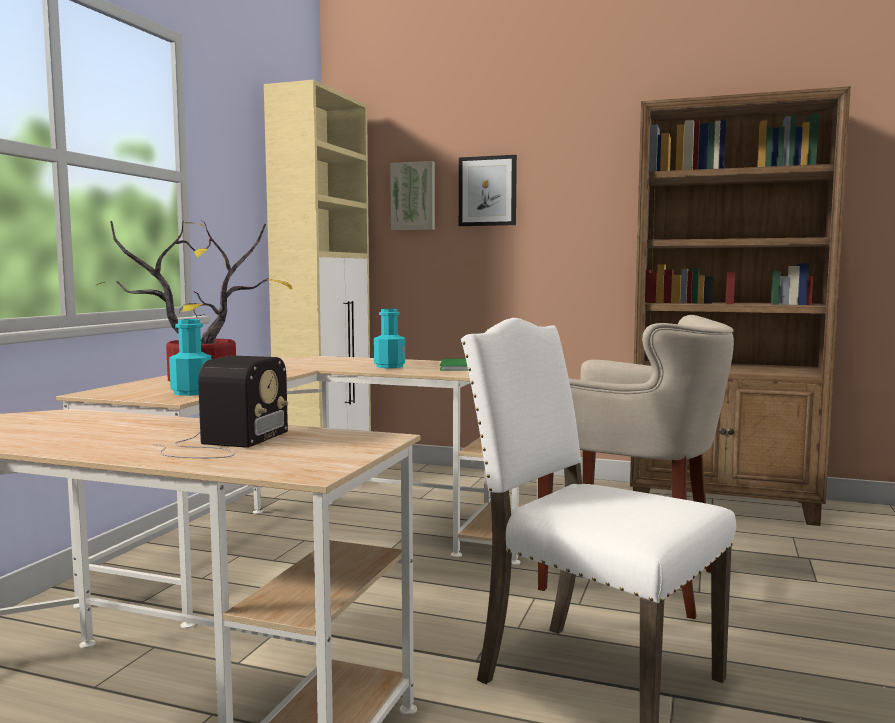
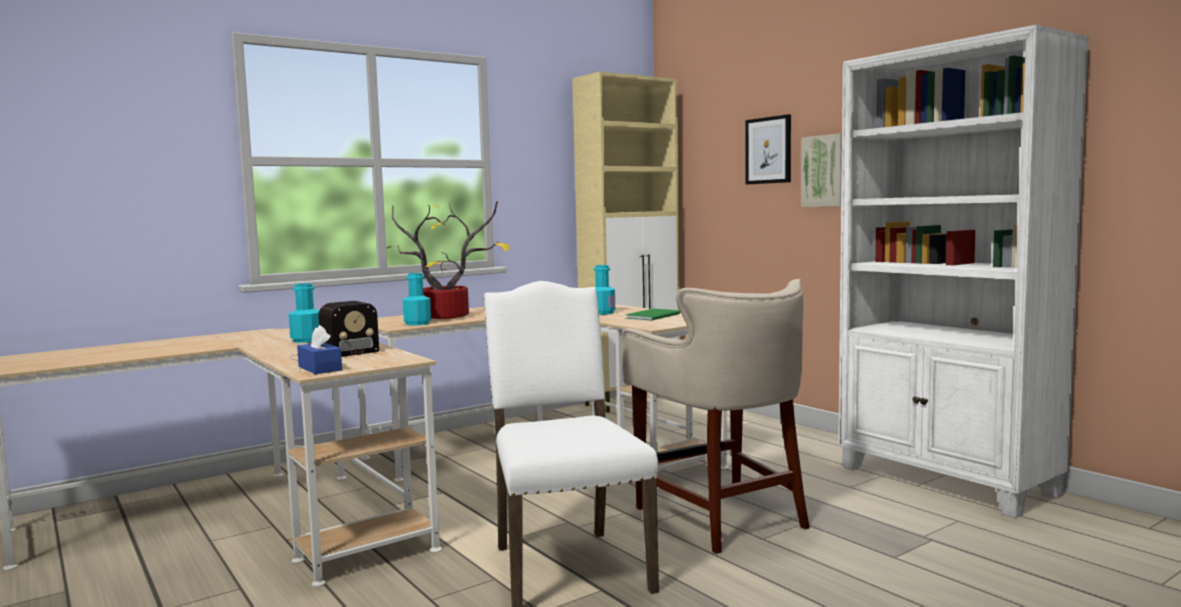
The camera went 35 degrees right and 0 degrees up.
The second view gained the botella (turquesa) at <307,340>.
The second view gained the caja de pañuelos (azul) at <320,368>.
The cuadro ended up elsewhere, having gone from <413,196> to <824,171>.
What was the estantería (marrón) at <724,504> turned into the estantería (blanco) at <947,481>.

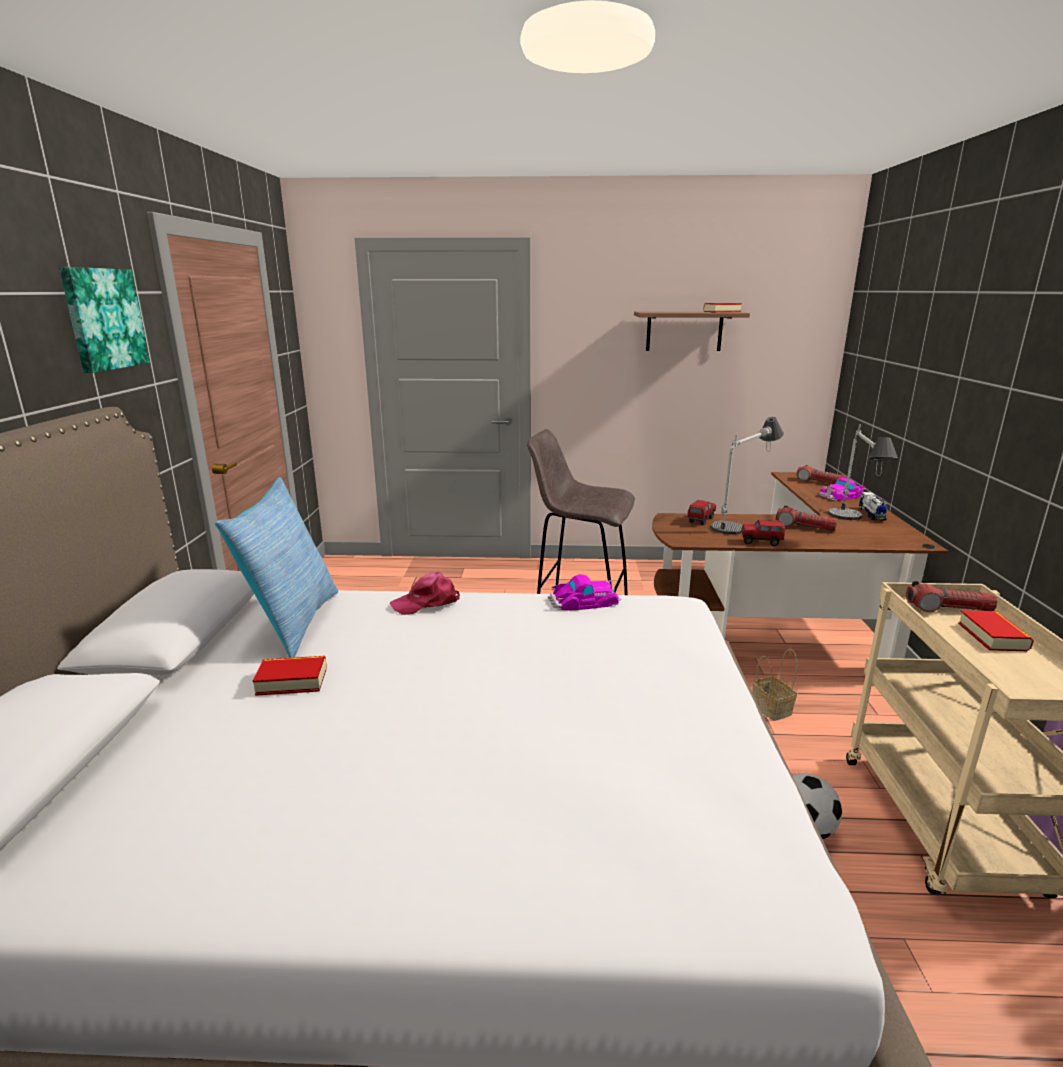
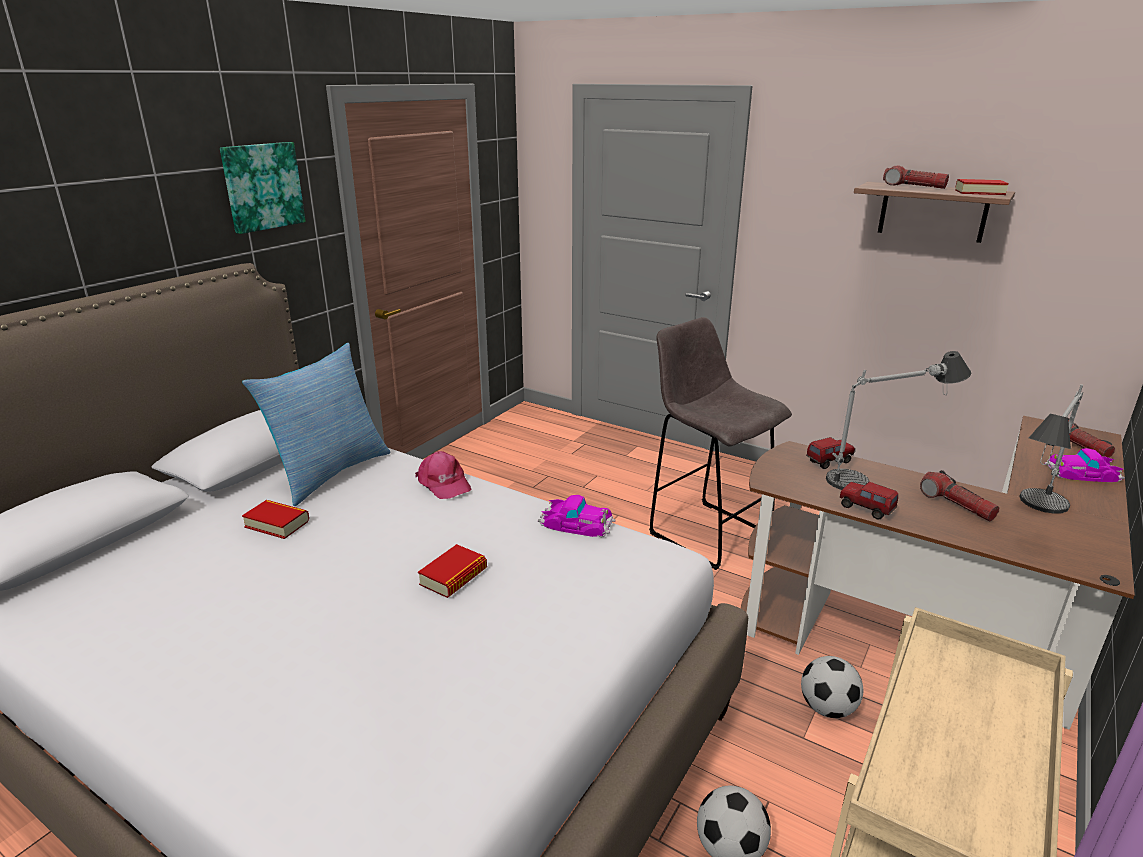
The camera went 30 degrees right and 5 degrees up.
The gorra (rosa) at <427,602> ended up facing another way, 135 degrees counterclockwise from before.
The libro ended up elsewhere, having gone from <992,636> to <453,577>.
Where the cesta stood at <770,708>, the balón de fútbol came to stand at <827,708>.
The linterna ended up elsewhere, having gone from <948,609> to <913,187>.
The second view lost the camión de juguete at <871,514>.

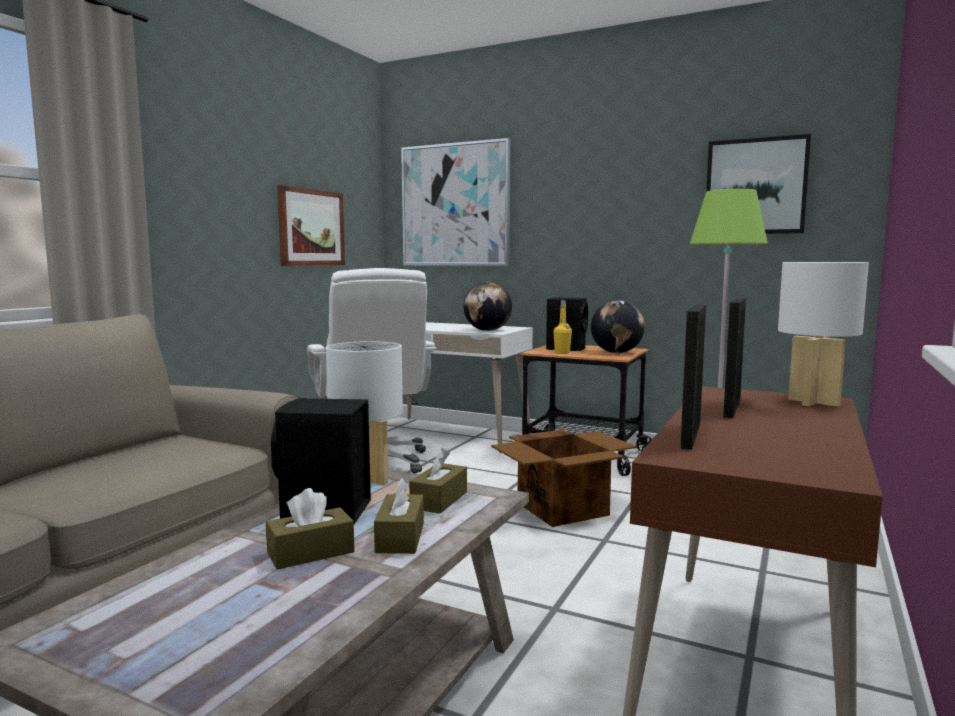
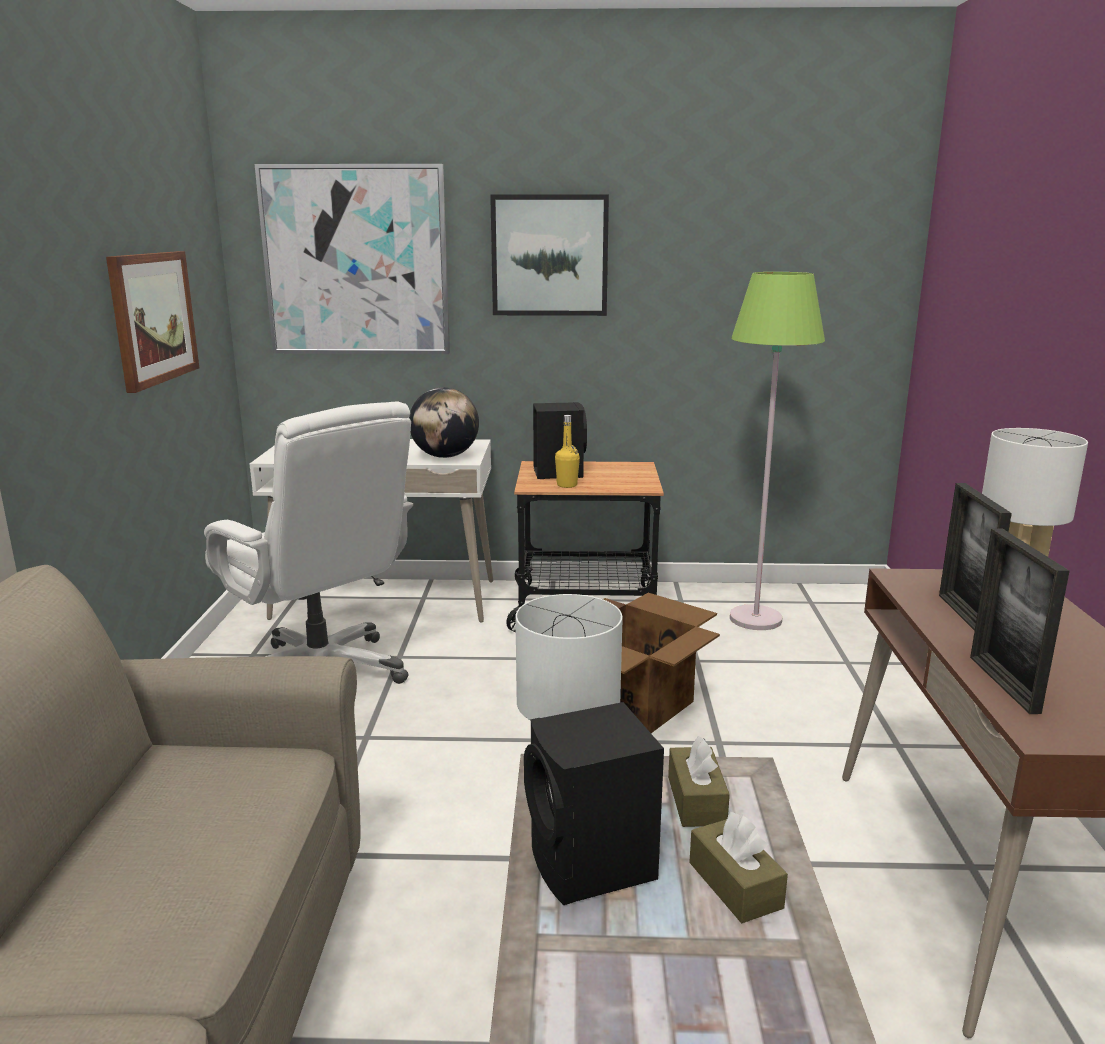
The camera went 25 degrees left and 10 degrees up.
The cuadro ended up elsewhere, having gone from <755,187> to <549,255>.
The second view lost the caja de pañuelos (marrón) at <311,553>.
The second view lost the globo terráqueo at <616,352>.

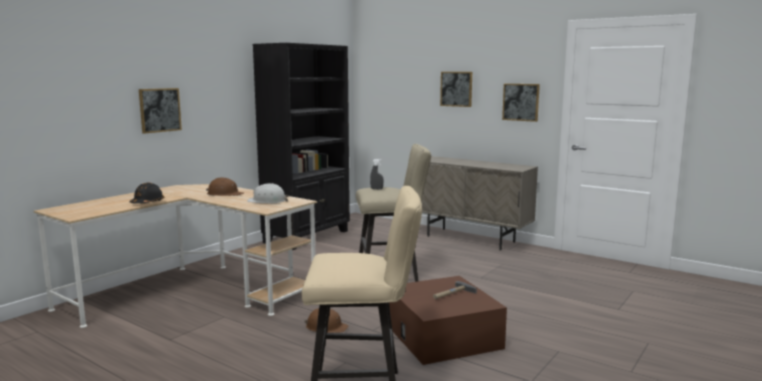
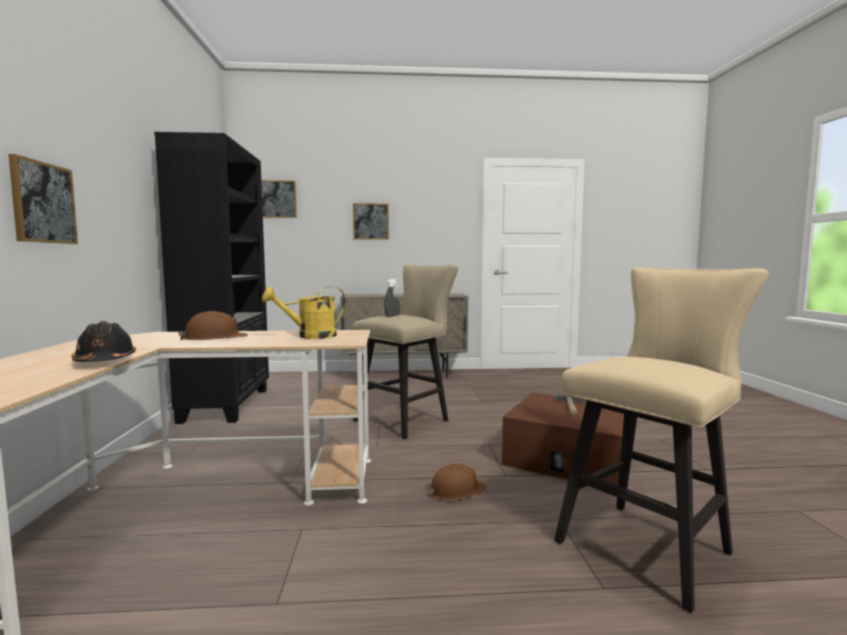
The camera went 40 degrees left and 5 degrees down.
The cuadro ended up elsewhere, having gone from <521,102> to <277,199>.
Where the casco (blanco) stood at <267,201>, the regadera (amarillo) came to stand at <310,336>.

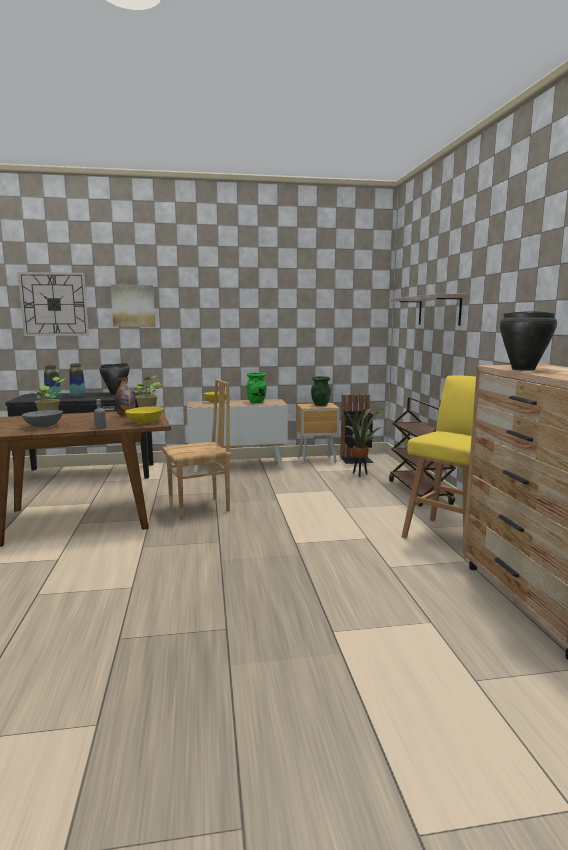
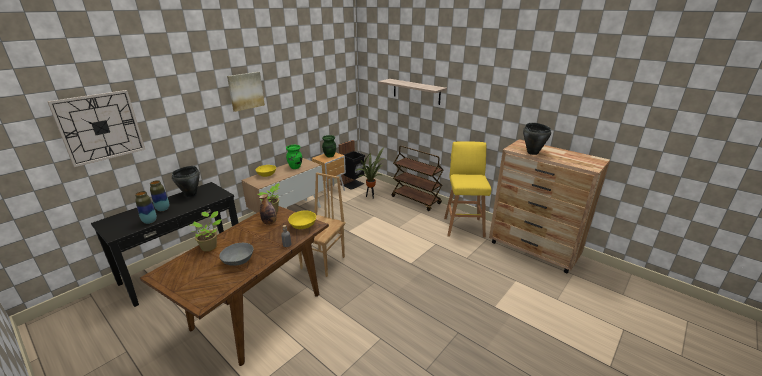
The camera went 40 degrees left and 15 degrees up.
The cuadro ended up elsewhere, having gone from <133,306> to <245,91>.

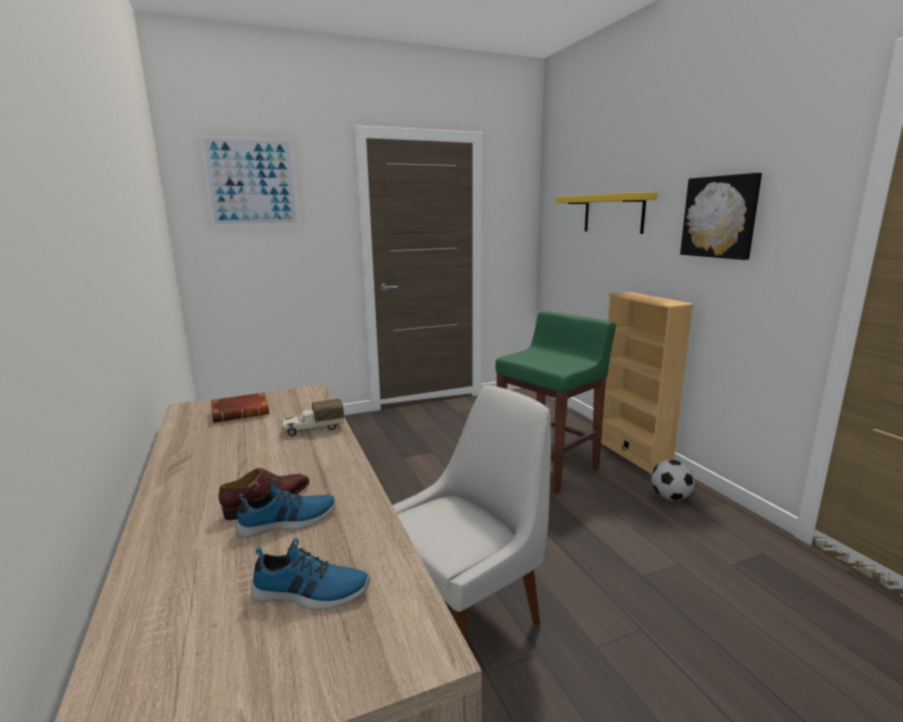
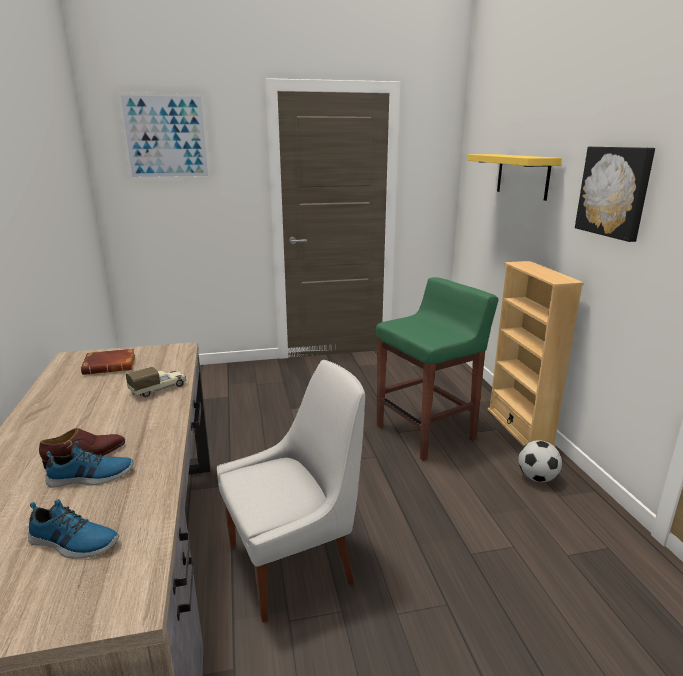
The camera went 10 degrees right and 5 degrees up.
The camión de juguete at <312,429> ended up facing another way, 150 degrees clockwise from before.

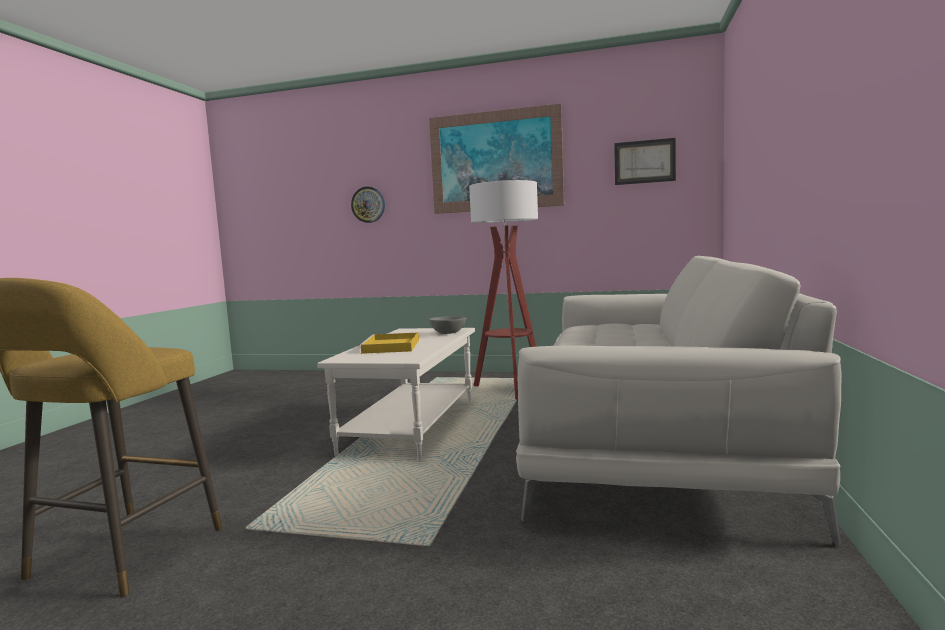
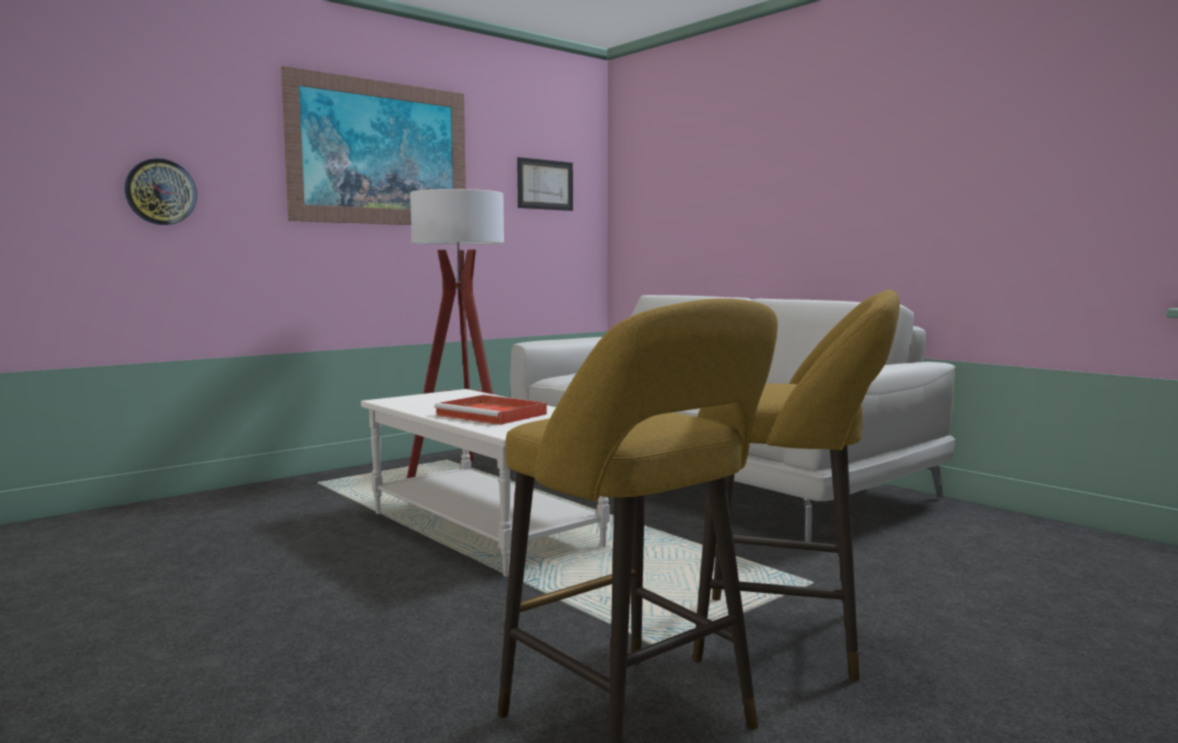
The camera went 55 degrees left and 0 degrees up.
What was the bandeja (amarillo) at <391,346> turned into the bandeja (rojo) at <493,415>.
The second view gained the taburete (amarillo) at <791,637>.
The second view lost the cuenco (gris) at <448,333>.

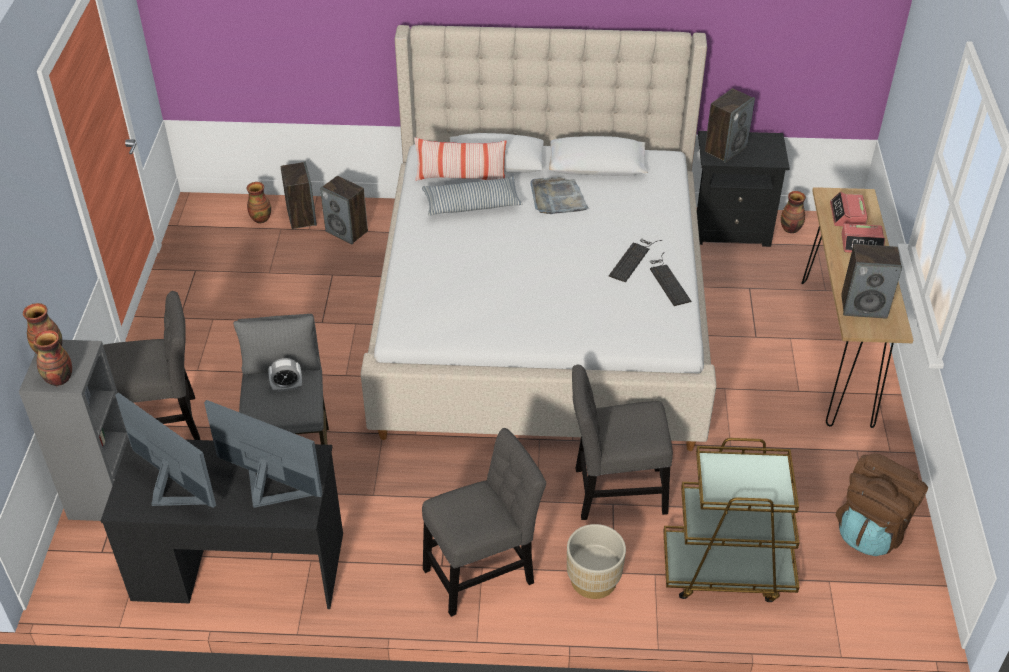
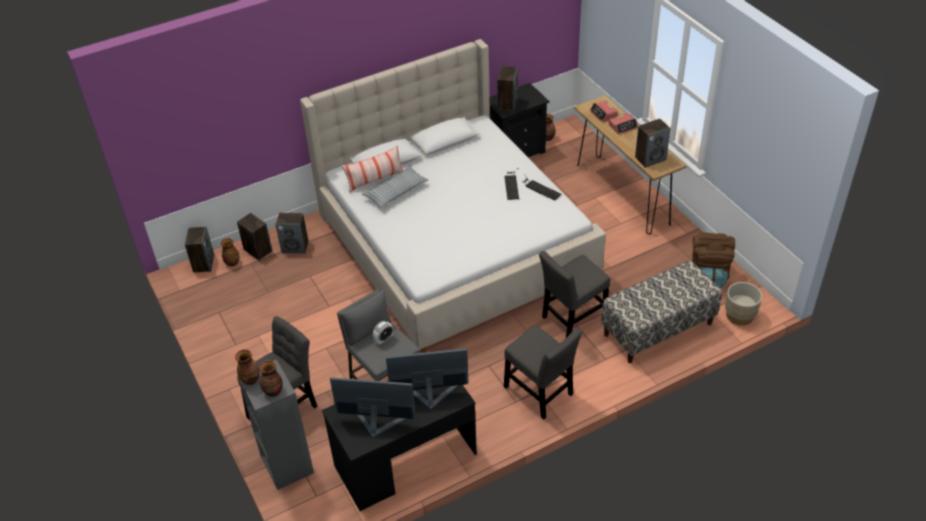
The camera went 30 degrees left and 0 degrees up.
The second view gained the altavoz at <203,263>.
The silla (gris) at <483,572> ended up facing another way, 105 degrees clockwise from before.
Where the carrito (marrón) stood at <726,569>, the banco came to stand at <658,329>.
The maceta (beis) ended up elsewhere, having gone from <593,580> to <739,316>.
The second view lost the bandeja (gris) at <557,198>.

